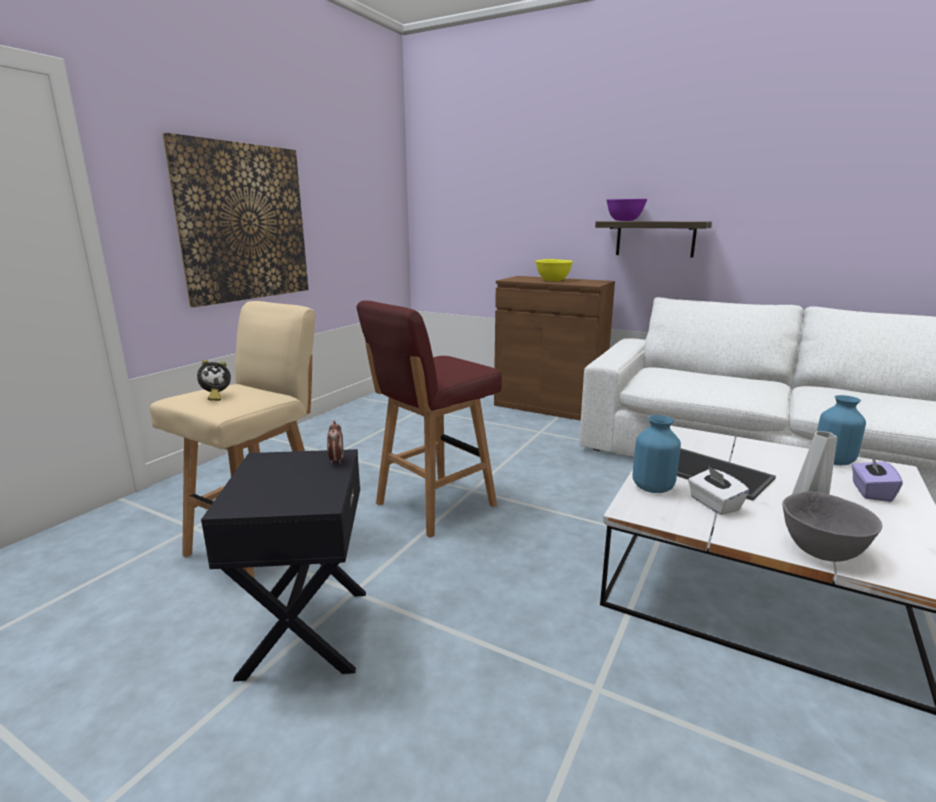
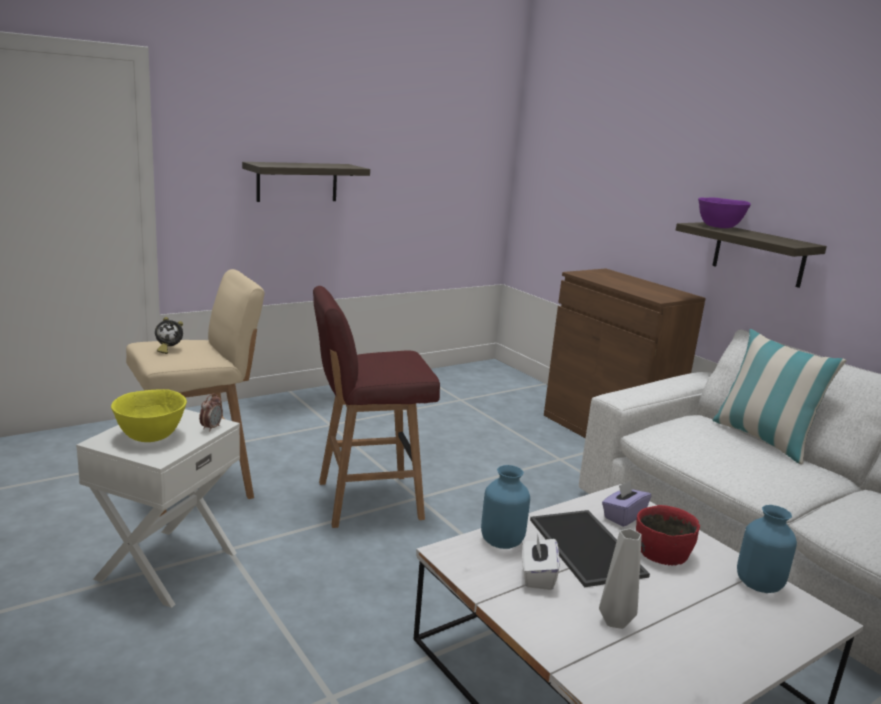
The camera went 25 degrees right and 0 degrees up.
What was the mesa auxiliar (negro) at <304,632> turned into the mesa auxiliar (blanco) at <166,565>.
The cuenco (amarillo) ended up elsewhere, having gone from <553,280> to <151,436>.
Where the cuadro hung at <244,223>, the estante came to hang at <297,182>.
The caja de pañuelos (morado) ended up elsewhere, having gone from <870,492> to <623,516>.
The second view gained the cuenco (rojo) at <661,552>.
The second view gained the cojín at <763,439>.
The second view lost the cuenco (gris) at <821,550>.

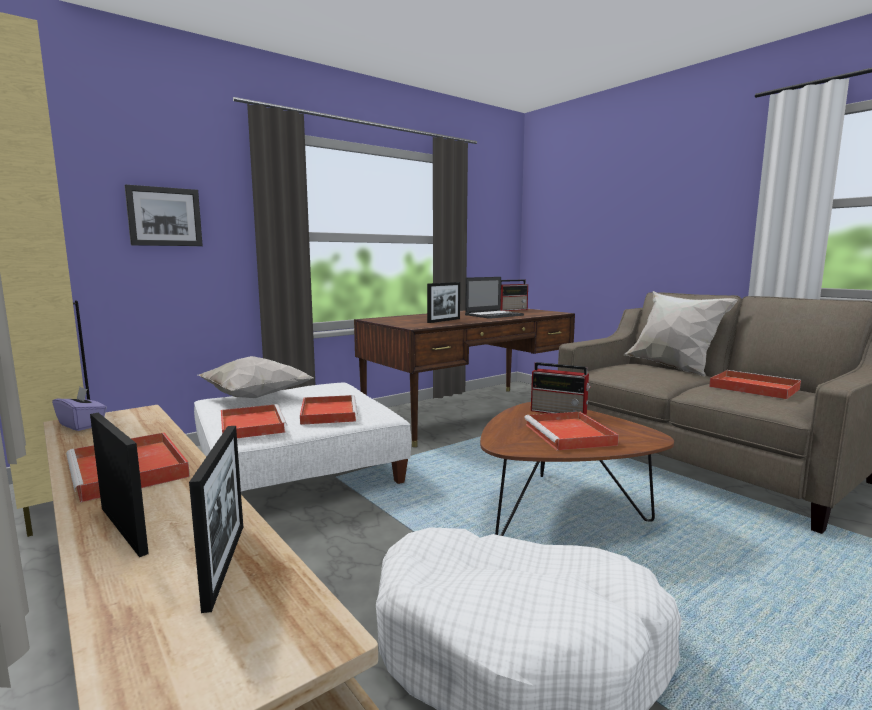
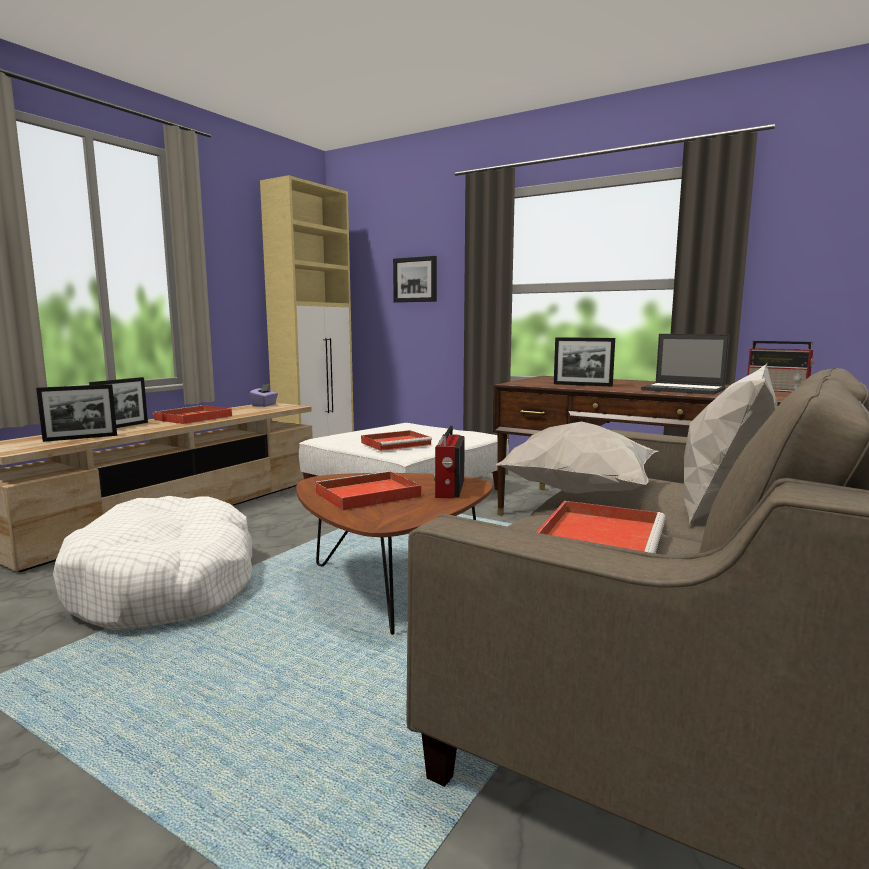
The camera went 70 degrees right and 0 degrees up.
The cojín (blanco) ended up elsewhere, having gone from <253,397> to <580,492>.
The second view lost the bandeja (rojo) at <251,425>.

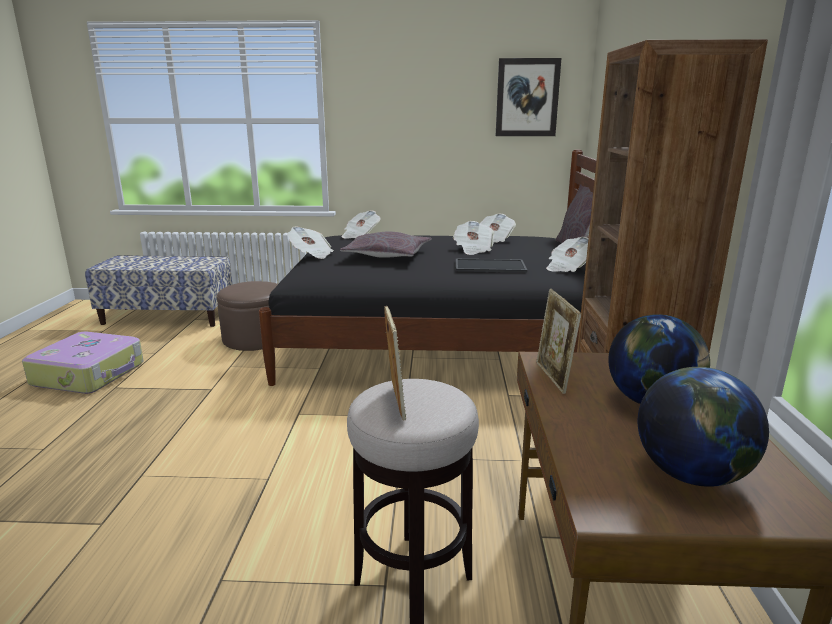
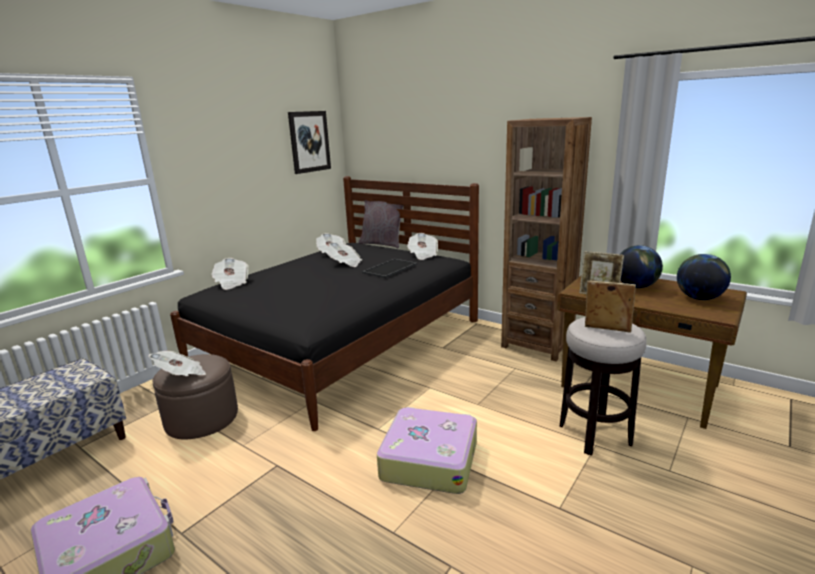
The camera went 55 degrees left and 0 degrees up.
The periódico ended up elsewhere, having gone from <311,254> to <181,375>.
The second view gained the maleta at <429,459>.
The second view lost the cojín (gris) at <387,255>.

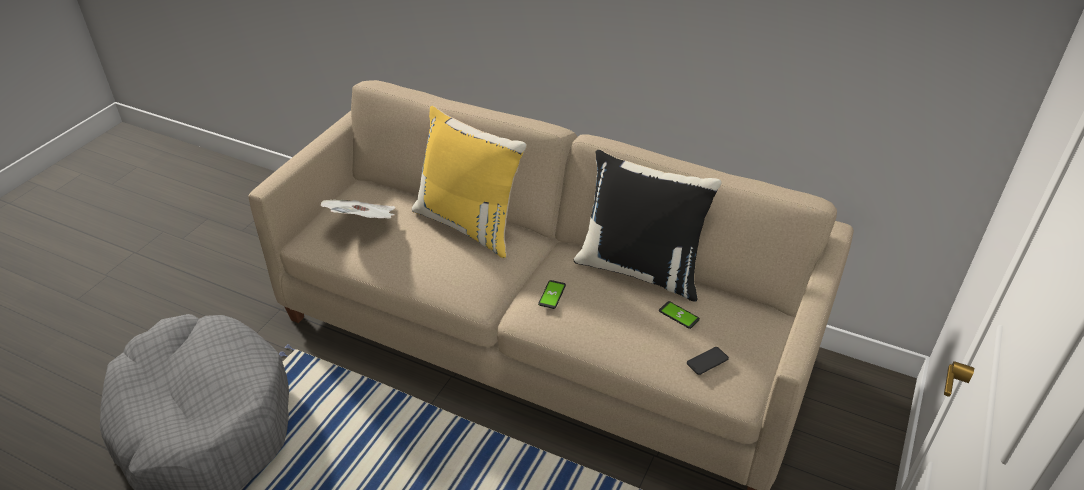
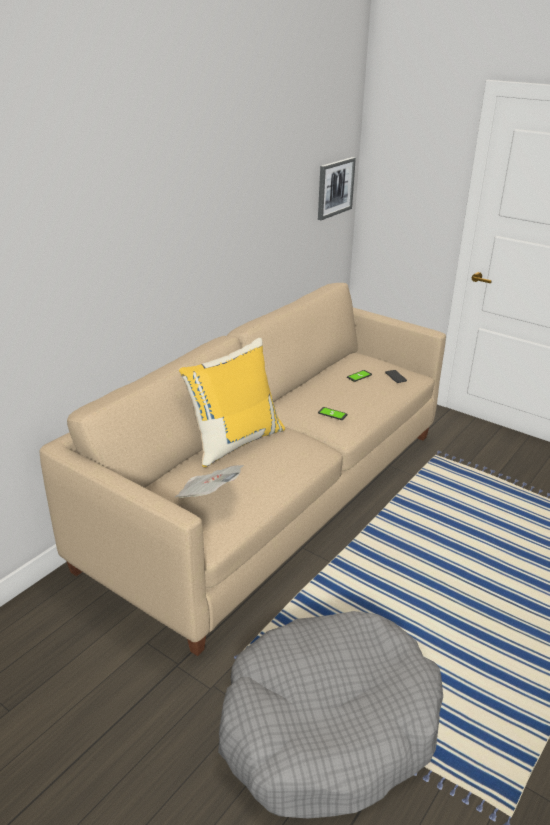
The camera went 80 degrees left and 10 degrees down.
The second view gained the cuadro at <335,188>.
The second view lost the cojín (negro) at <641,269>.

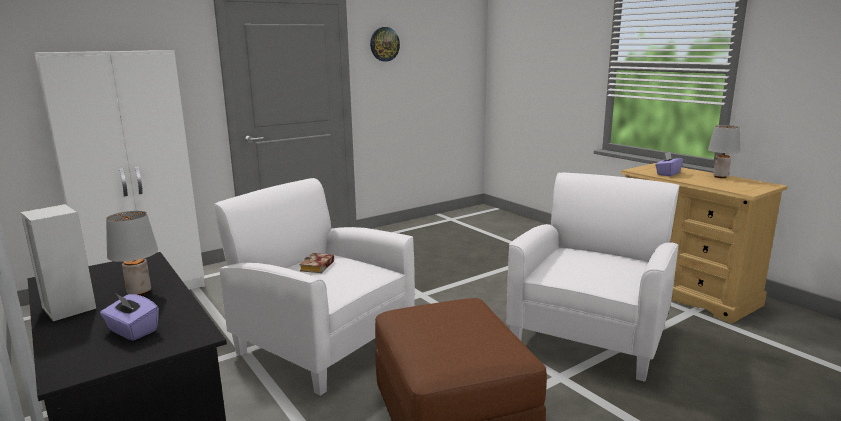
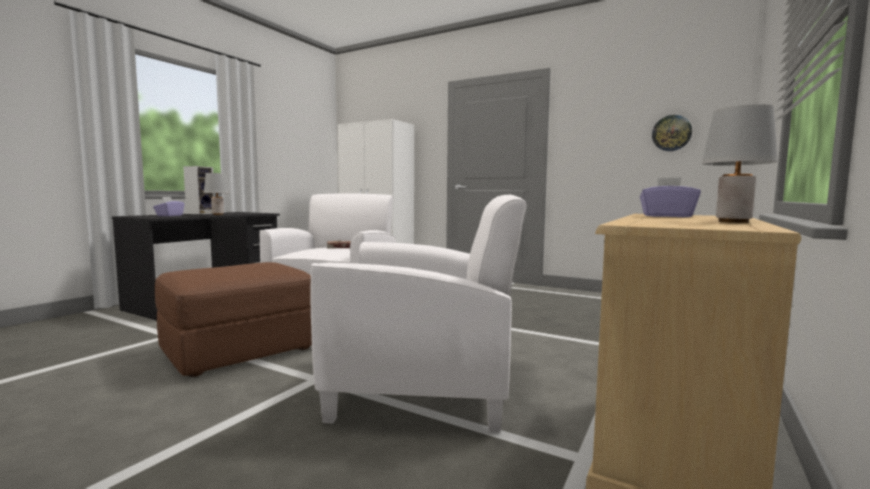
The camera went 65 degrees right and 10 degrees down.
The reloj de pared ended up elsewhere, having gone from <384,44> to <671,133>.

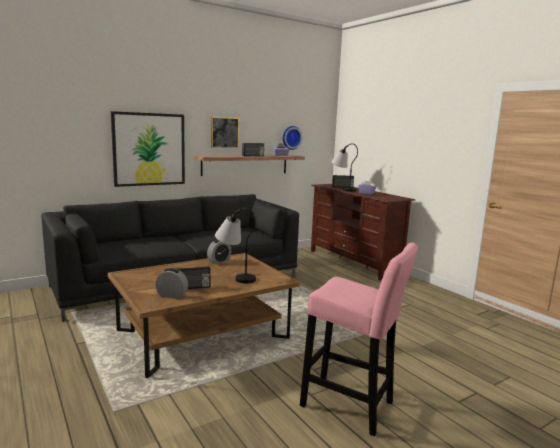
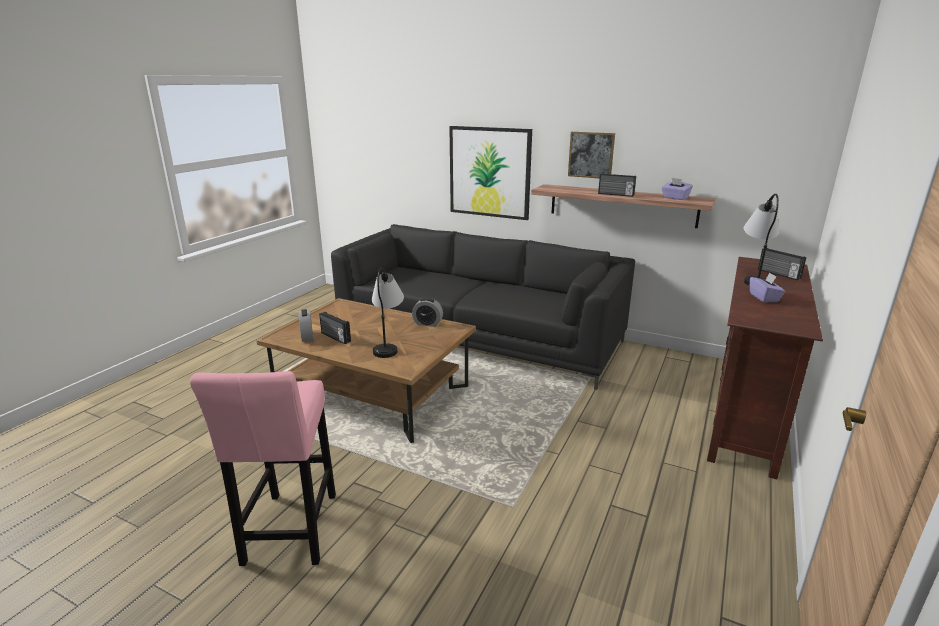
The camera went 60 degrees right and 10 degrees up.
The second view lost the reloj de pared at <291,137>.

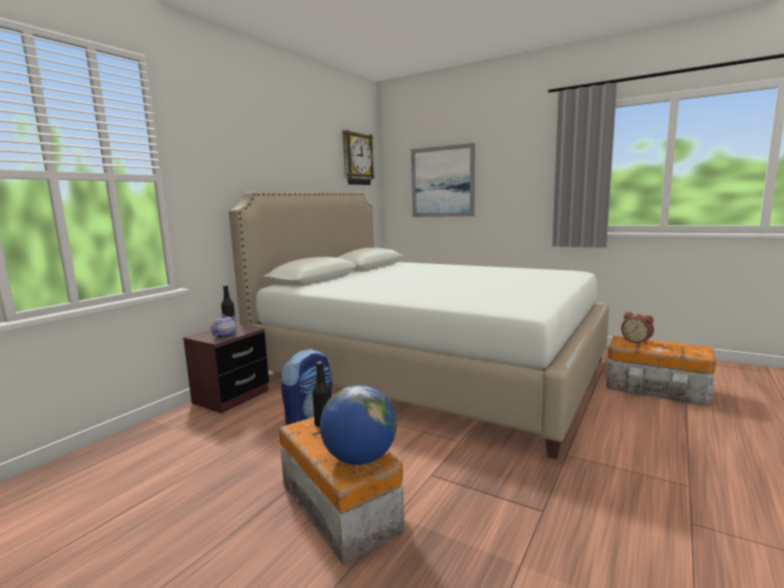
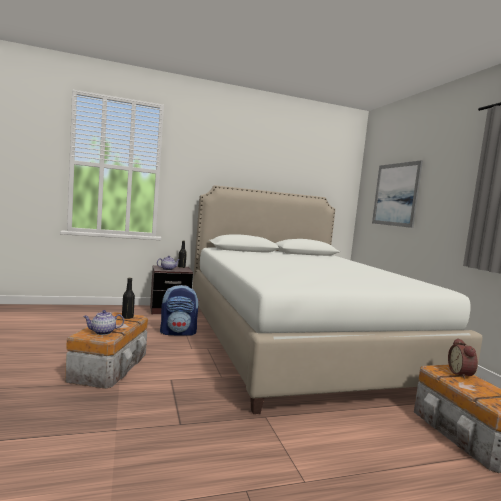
The camera went 40 degrees right and 5 degrees down.
Where the globo terráqueo stood at <360,458>, the tetera came to stand at <102,332>.
The second view lost the reloj de pared at <357,159>.

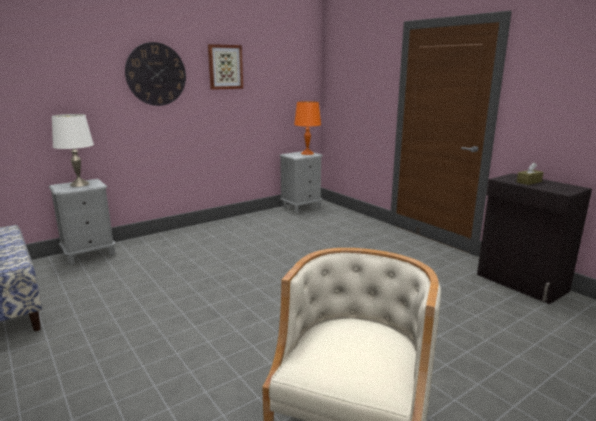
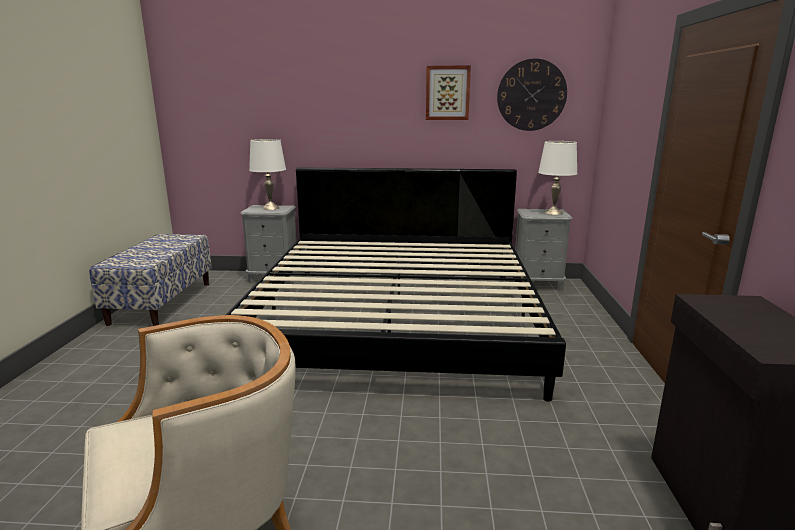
The camera went 40 degrees right and 0 degrees up.
The second view gained the cama at <396,320>.
The reloj de pared ended up elsewhere, having gone from <156,74> to <531,95>.
What was the lámpara de mesa (naranja) at <307,153> turned into the lámpara de mesa (blanco) at <553,213>.
The second view lost the caja de pañuelos (marrón) at <529,182>.

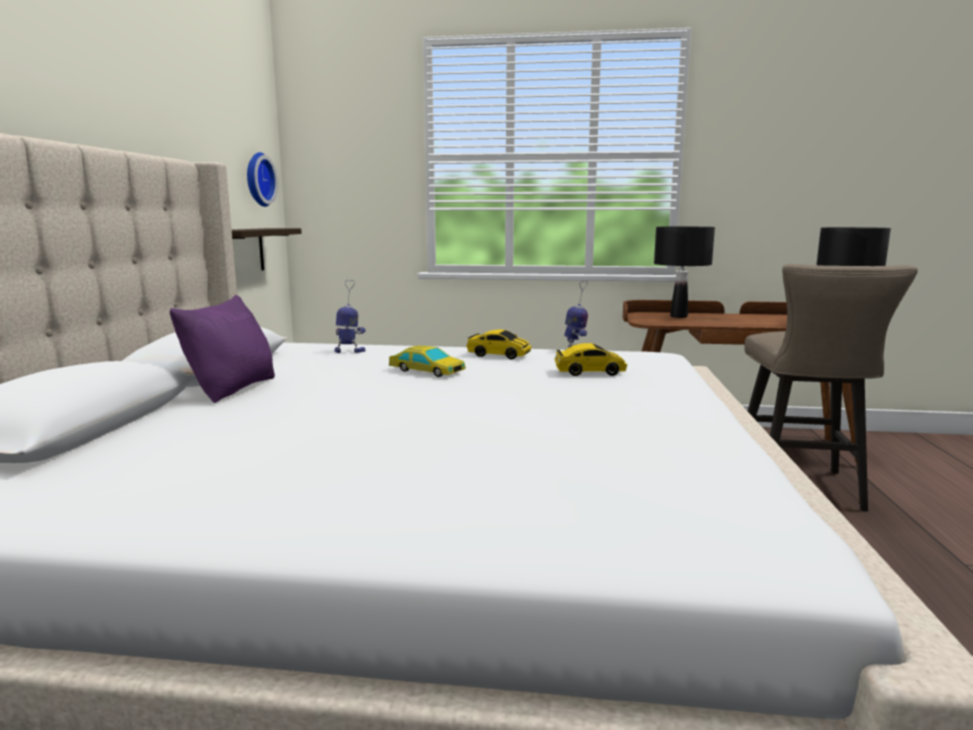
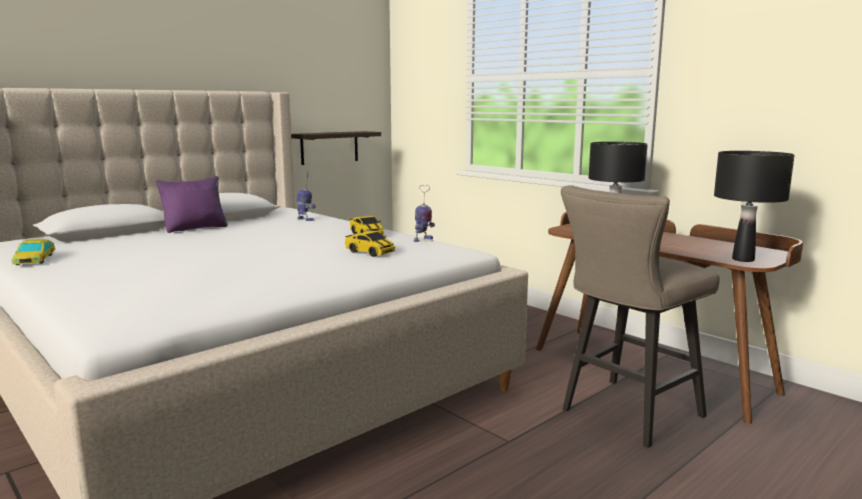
The camera went 40 degrees right and 0 degrees up.
The coche de juguete ended up elsewhere, having gone from <427,371> to <35,259>.
The second view lost the reloj de pared at <257,179>.

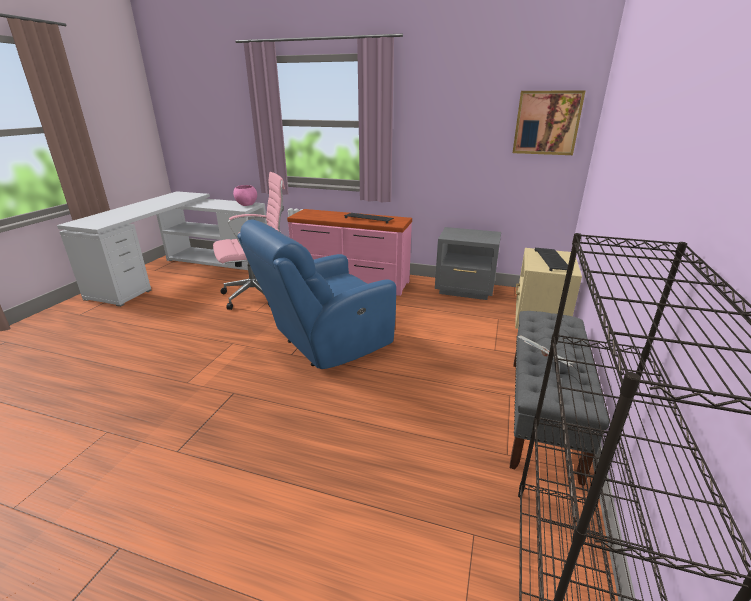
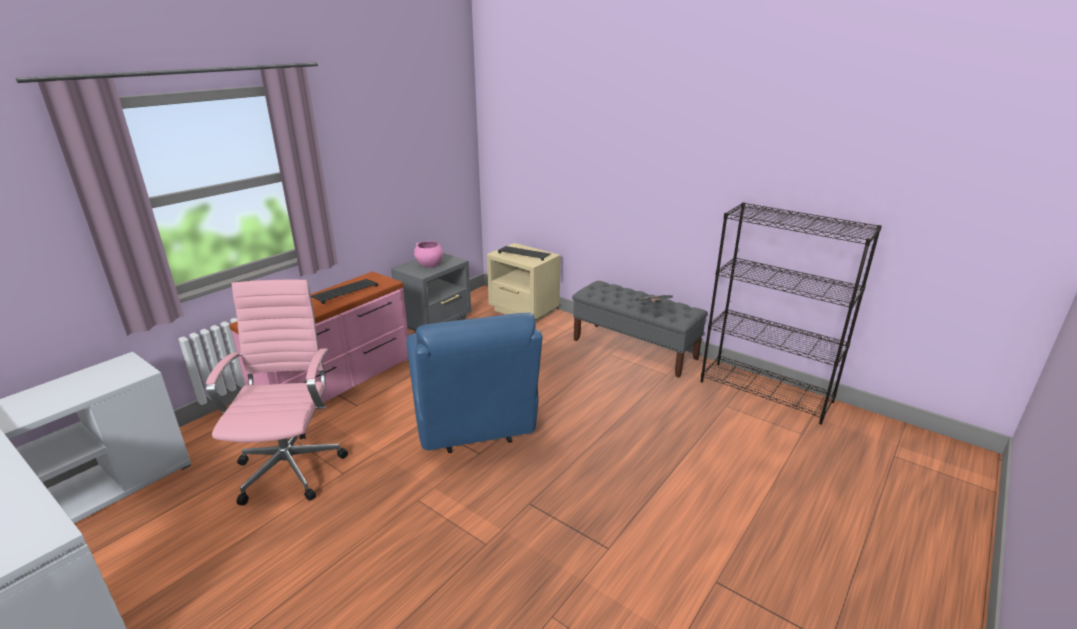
The camera went 70 degrees left and 0 degrees up.
The cuenco (rosa) ended up elsewhere, having gone from <246,204> to <429,265>.
The second view lost the cuadro at <547,123>.

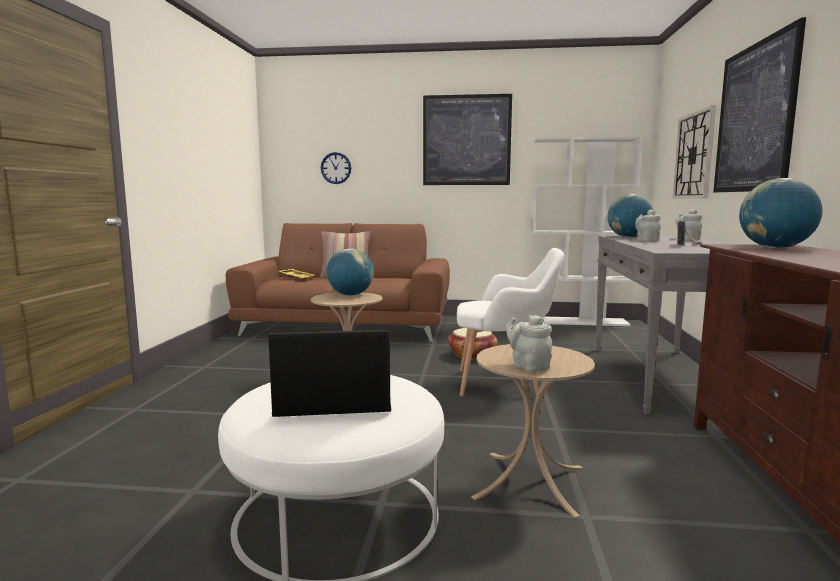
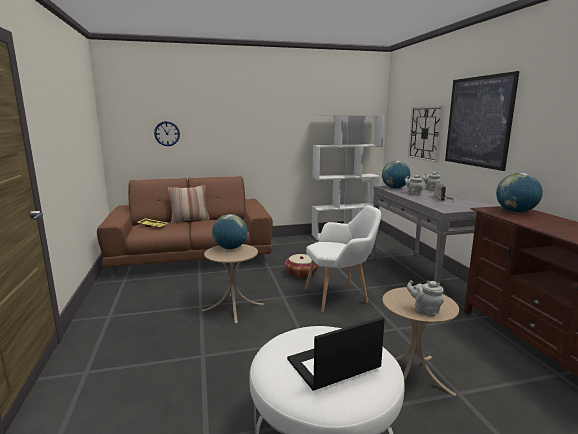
The camera went 20 degrees left and 5 degrees up.
The second view lost the cuadro at <466,140>.

